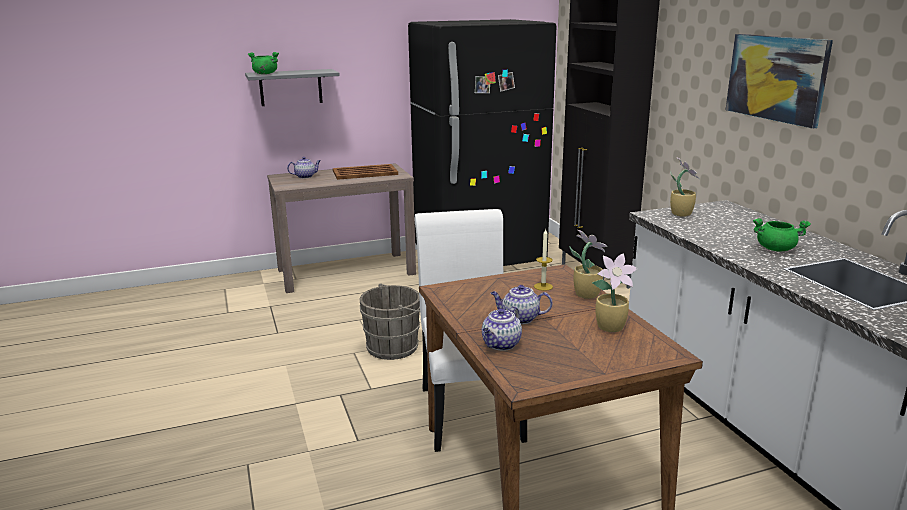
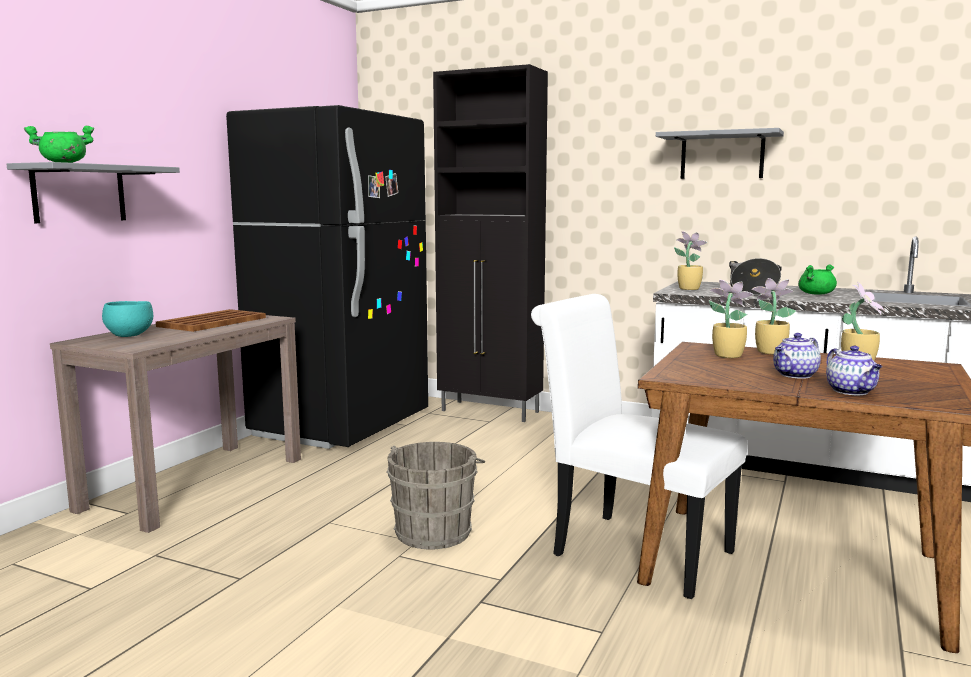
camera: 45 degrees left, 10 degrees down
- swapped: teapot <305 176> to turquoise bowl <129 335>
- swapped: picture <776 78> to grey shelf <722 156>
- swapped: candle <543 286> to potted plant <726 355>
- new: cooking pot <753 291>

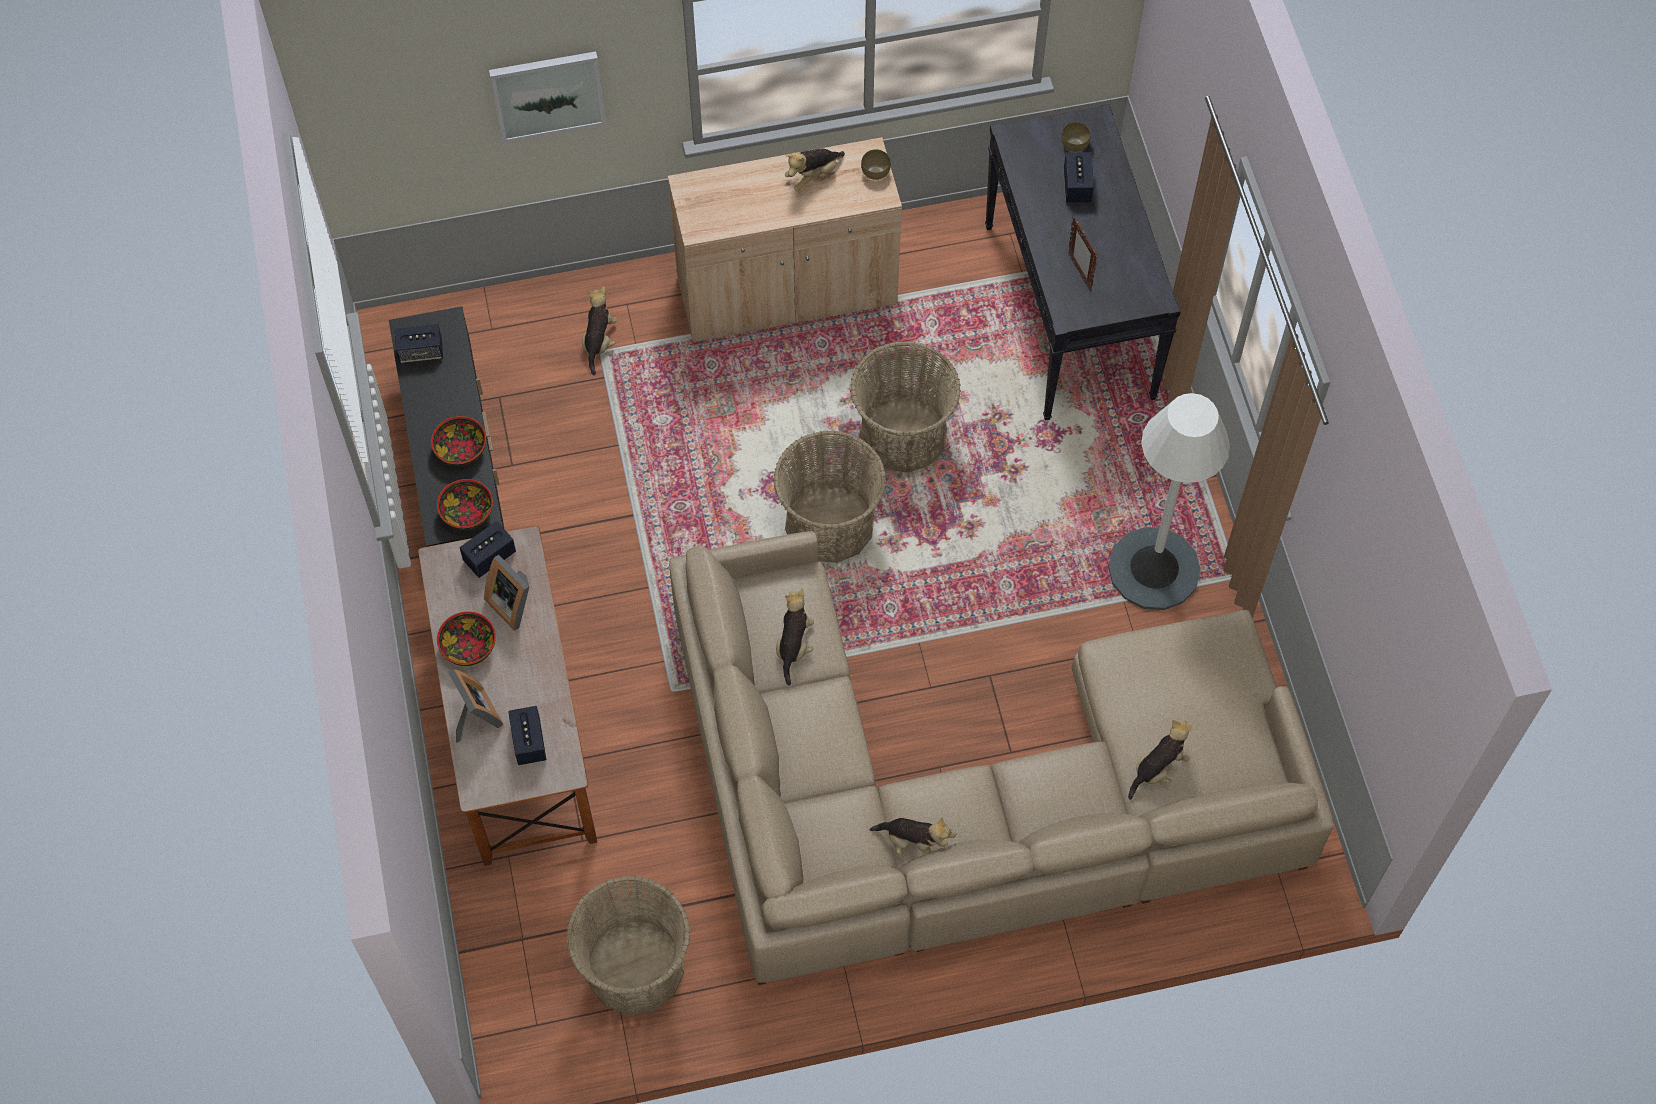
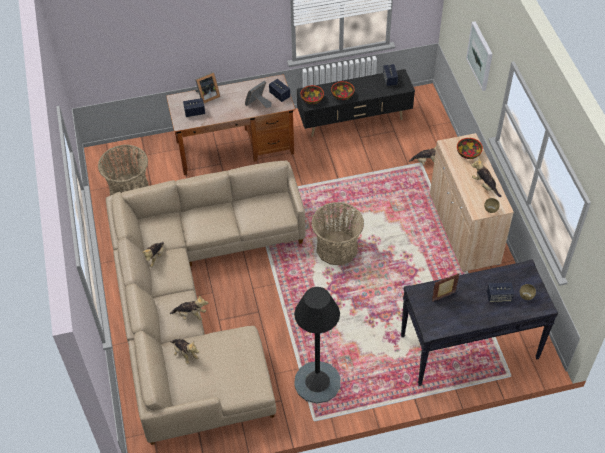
camera: 90 degrees right, 10 degrees down
- shifted: plush toy <794 645> to <191 315>
- repainted: white floor lamp <1154 569> to black floor lamp <317 382>
- shifted: bowl <469 647> to <468 153>
- gone: basket <903 434>

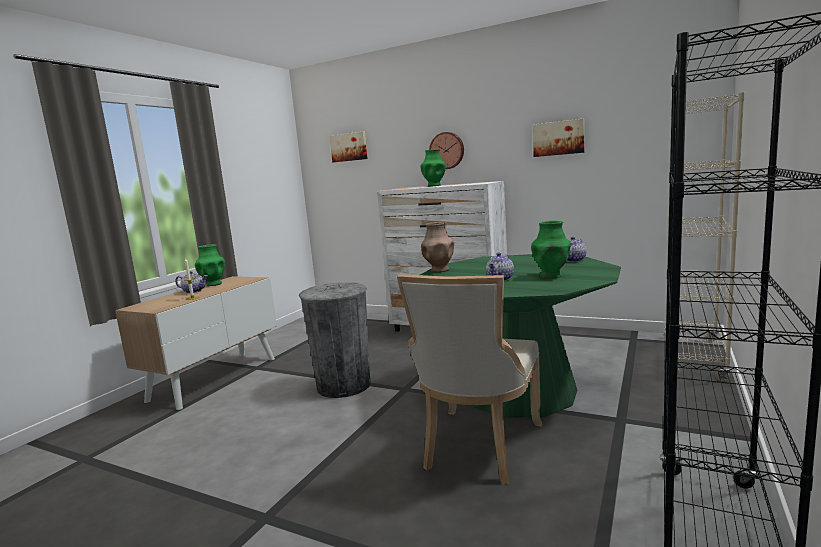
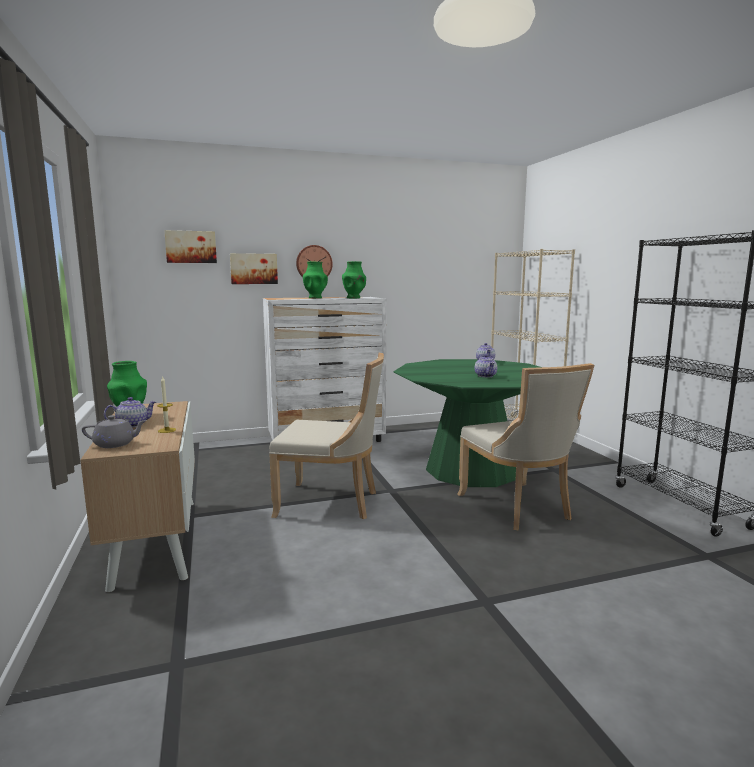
camera: 45 degrees left, 0 degrees up
- new: grey teapot <115 444>
- shifted: picture <558 138> to <253 269>
- swapped: grey trash can <343 385> to beige chair <331 503>
- shifted: green vase <551 276> to <354 298>
- gone: brown vase <439 270>

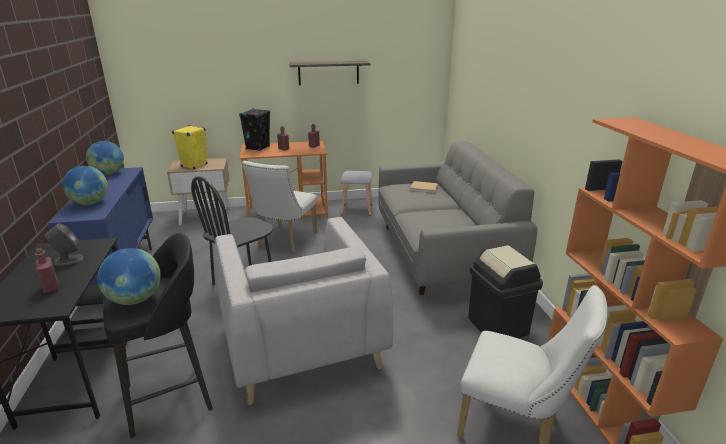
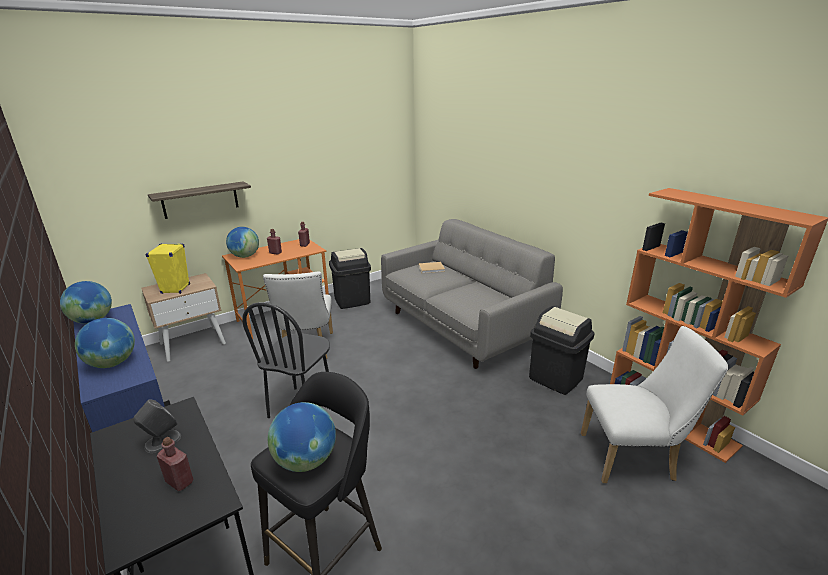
camera: 25 degrees left, 0 degrees up
- shifted: shelf <328 73> to <200 200>
- swapped: black speaker <258 148> to globe <245 256>
- swapped: grey stool <356 209> to black trash can <352 301>
- gone: grey armchair <302 346>

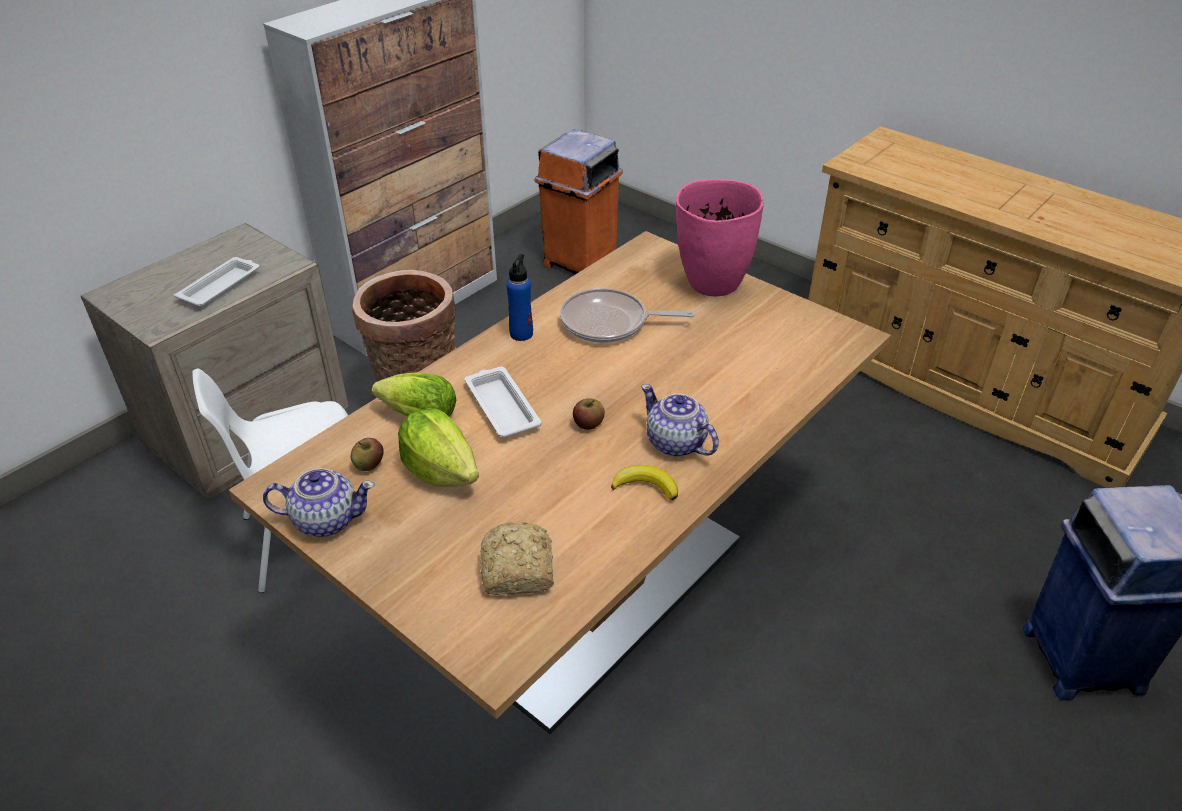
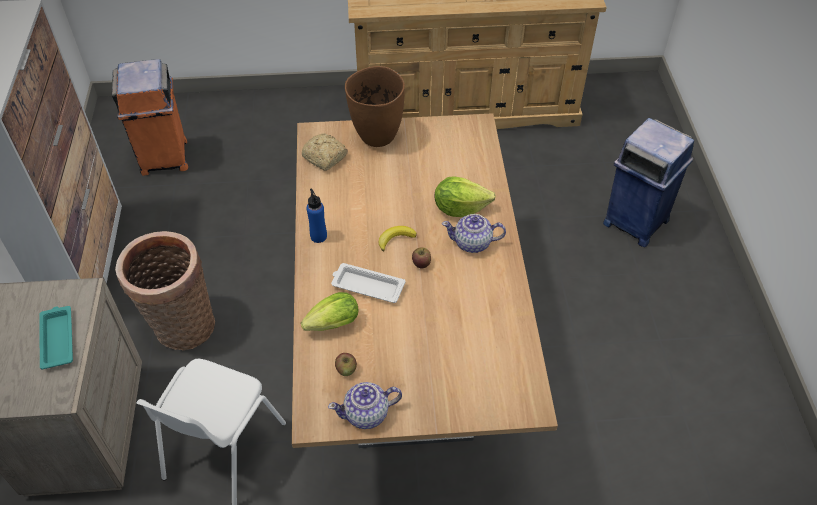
camera: 45 degrees left, 10 degrees up
- repainted: white tray <221 286> to turquoise tray <58 339>
- shifted: bread <516 571> to <325 158>
- rotated: teapot <325 519> = <367 414> 150 degrees counterclockwise
- repainted: pink vase <712 284> to brown vase <377 137>
- shifted: banana <645 486> to <395 239>
- shifted: lettuce <440 470> to <460 208>
- gone: frying pan <609 323>

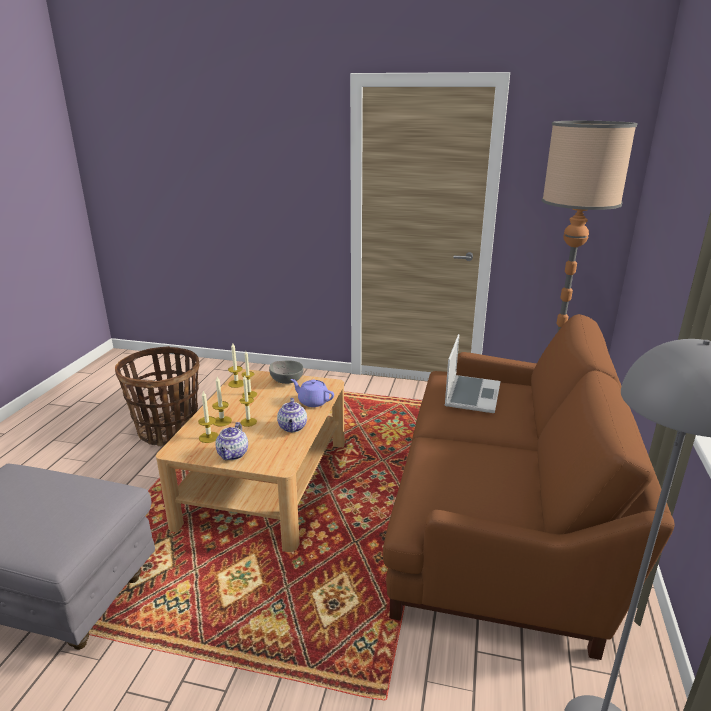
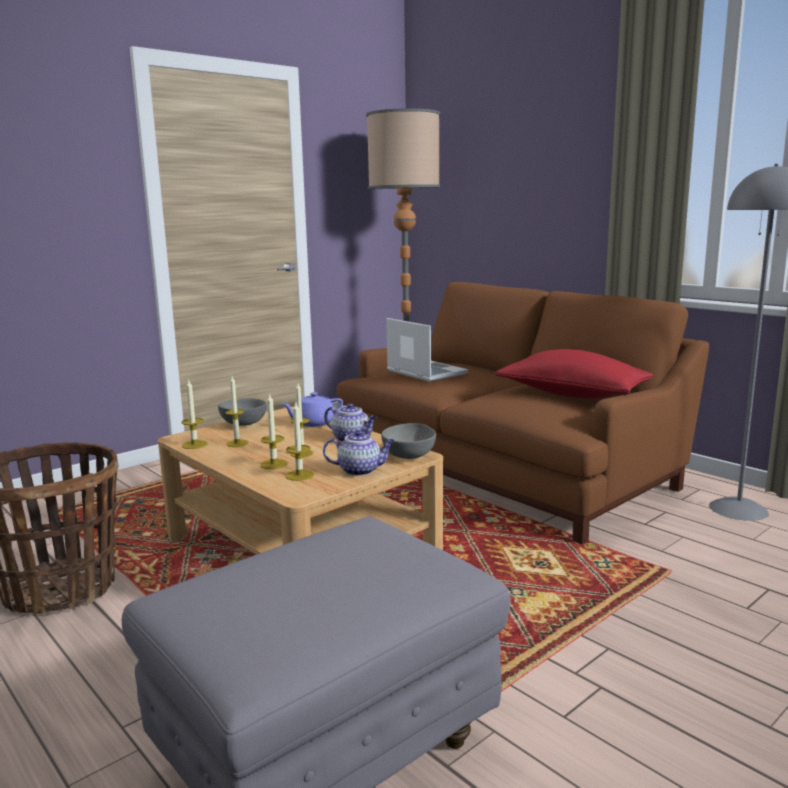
camera: 55 degrees left, 10 degrees down
- rotated: teapot <233 455> = <360 470> 45 degrees counterclockwise
- new: grey bowl <410 456>
- new: red pillow <572 394>

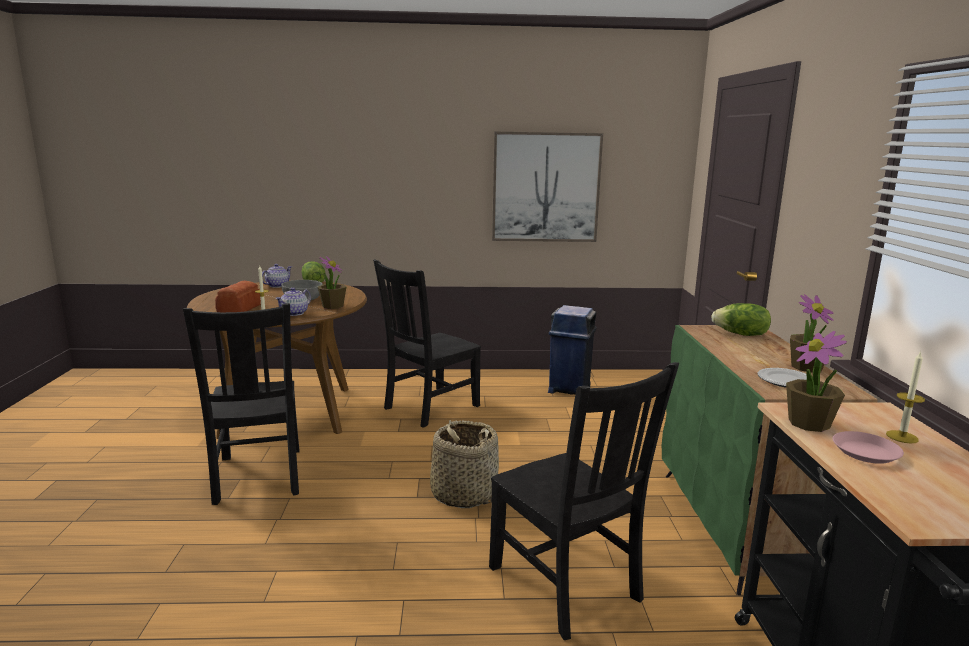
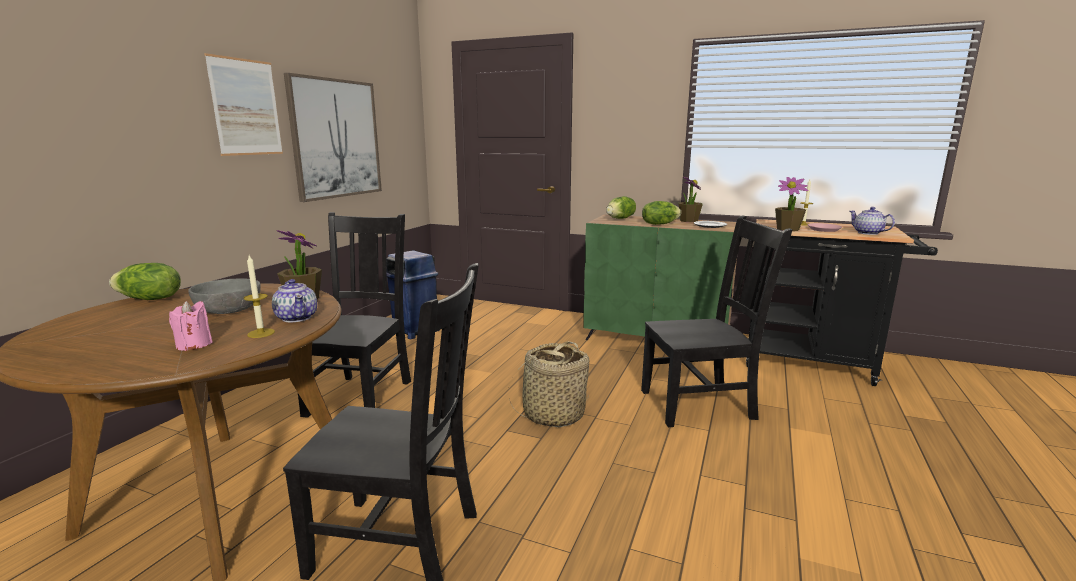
camera: 65 degrees left, 0 degrees up
- swapped: bread <240 308> to pink candle <194 345>
- new: picture <246 107>
- rotated: black chair <429 408> = <362 396> 150 degrees counterclockwise
- new: lettuce <659 224>
- shifted: teapot <277 285> to <868 233>

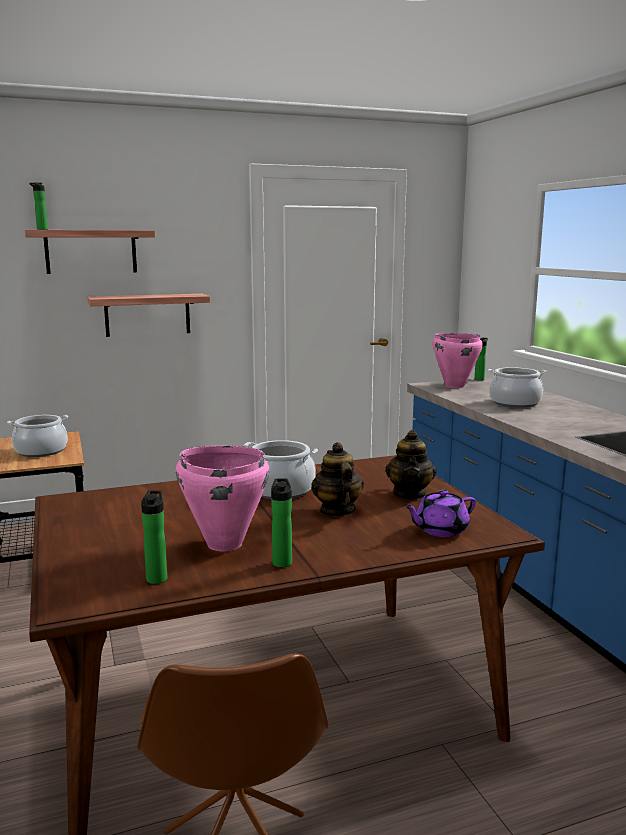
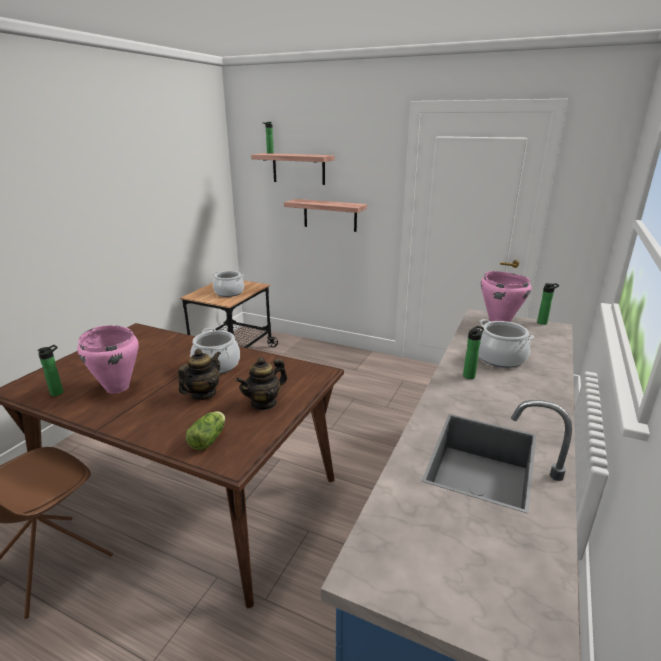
camera: 45 degrees right, 10 degrees up
- swapped: purple teapot <440 530> to lettuce <209 438>
- shifted: bottle <282 561> to <470 375>

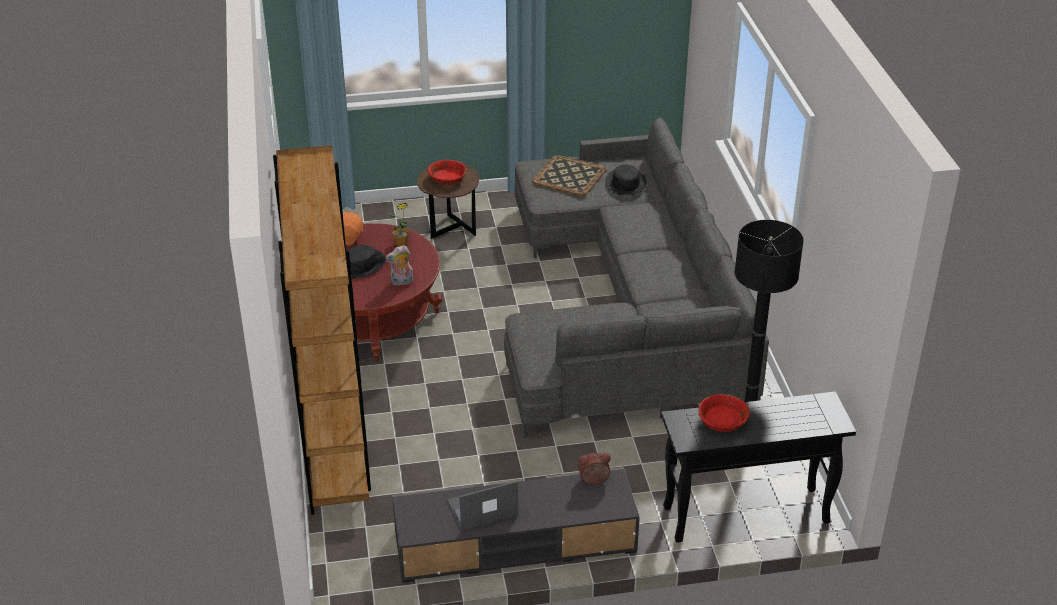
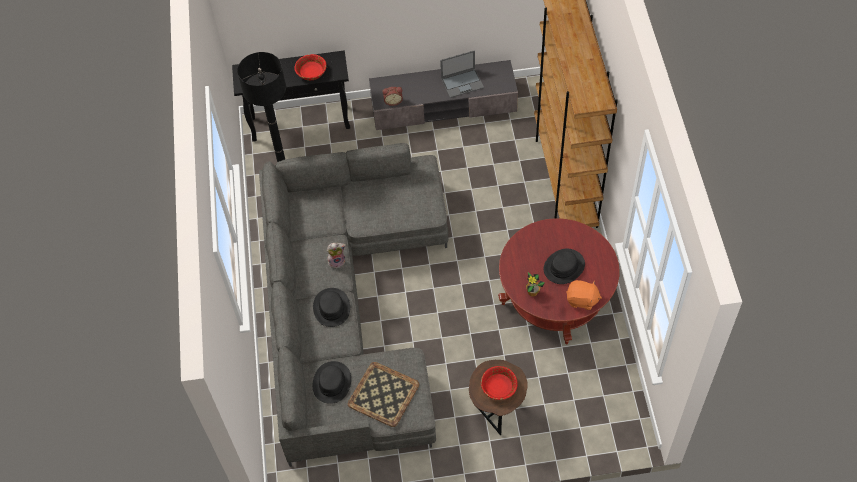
camera: 175 degrees left, 20 degrees up
- new: black hat <332 308>
- shifted: plush toy <401 282> to <337 261>

